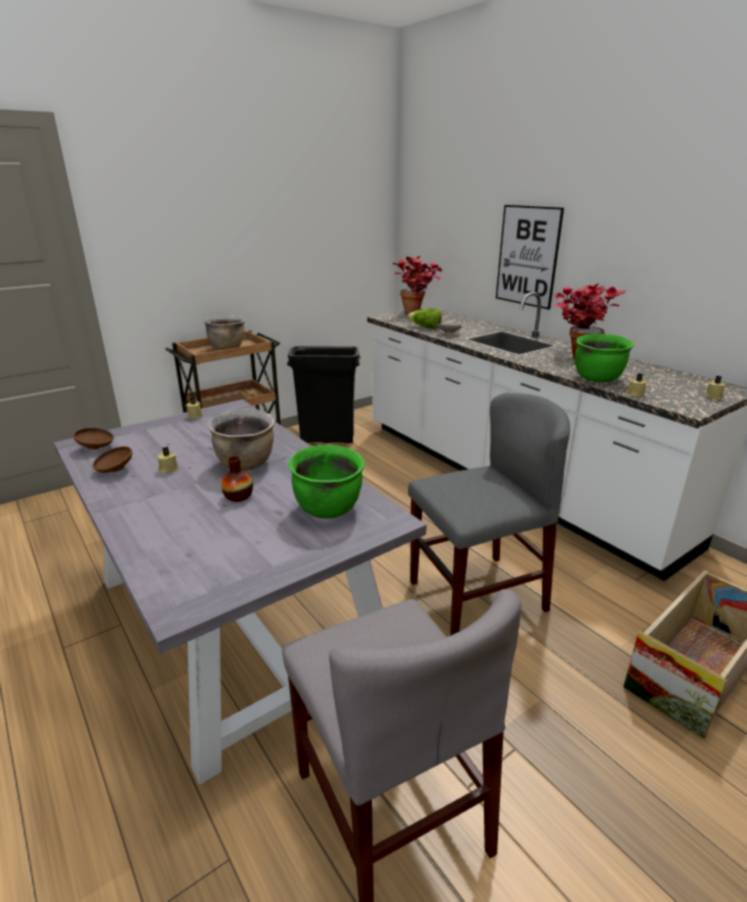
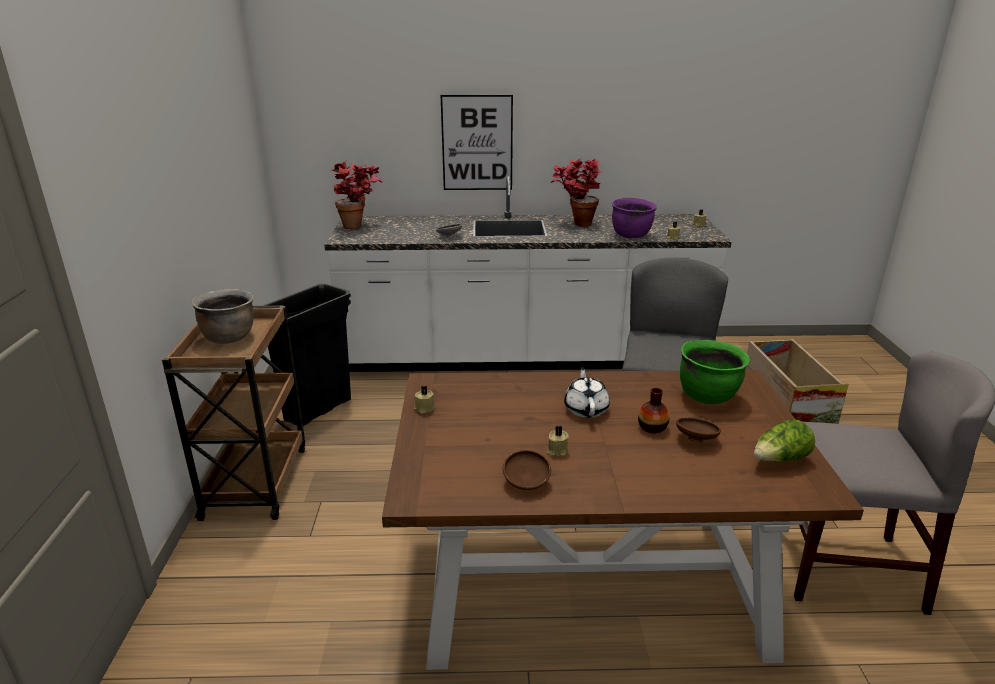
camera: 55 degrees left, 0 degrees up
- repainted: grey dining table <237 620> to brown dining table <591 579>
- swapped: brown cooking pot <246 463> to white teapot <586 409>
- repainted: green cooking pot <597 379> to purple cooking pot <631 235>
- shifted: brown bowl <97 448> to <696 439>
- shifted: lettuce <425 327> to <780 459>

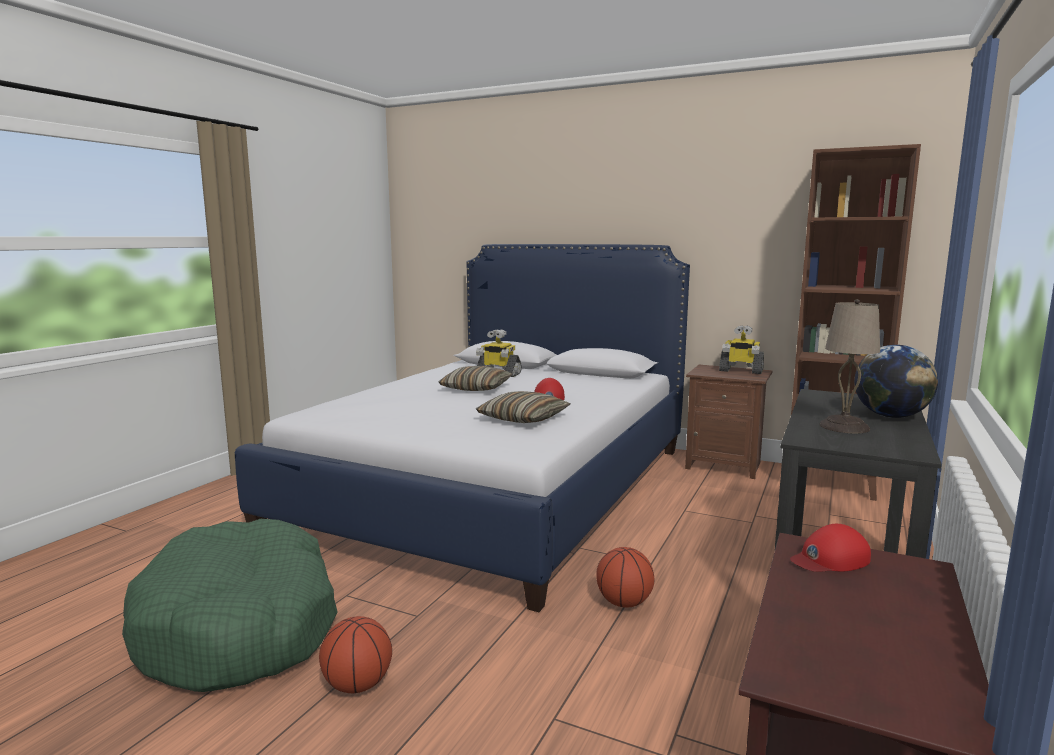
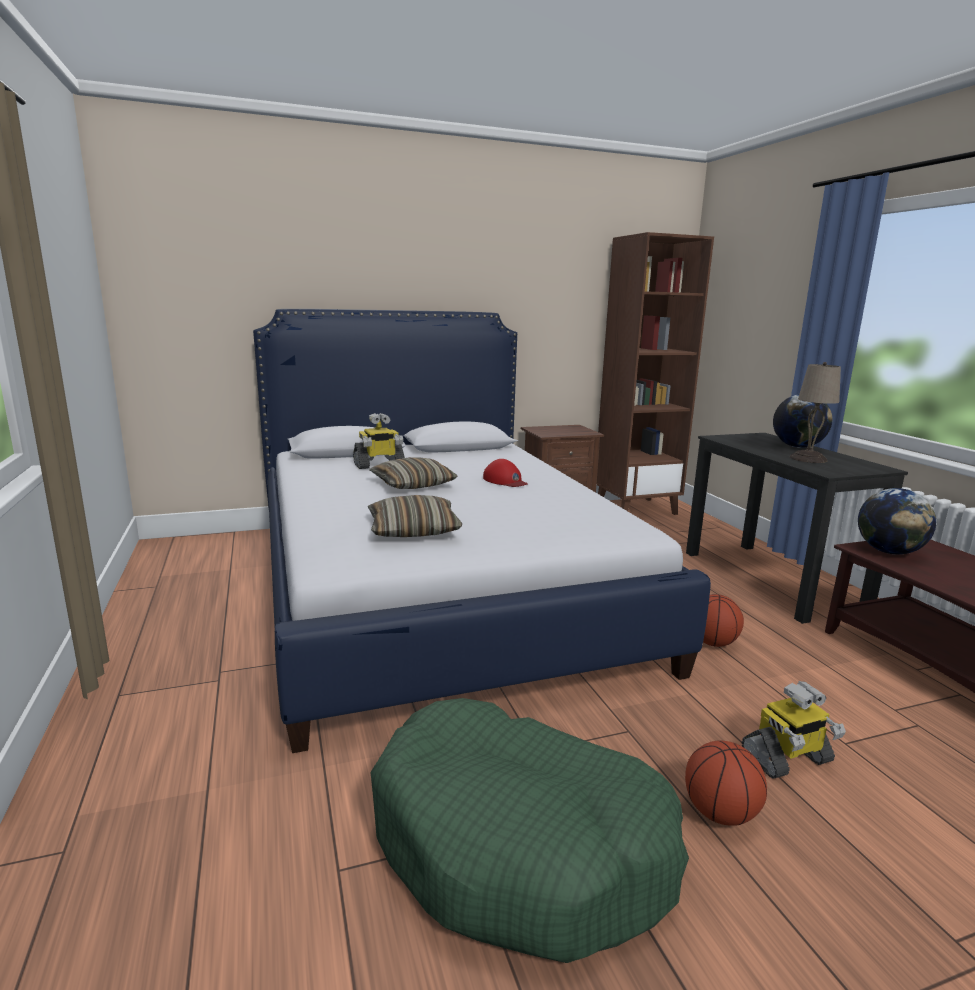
camera: 45 degrees left, 5 degrees up
- shifted: pillow <523 419> to <413 530>
- shifted: toy robot <740 371> to <787 759>
- swapped: red cap <829 559> to globe <889 552>

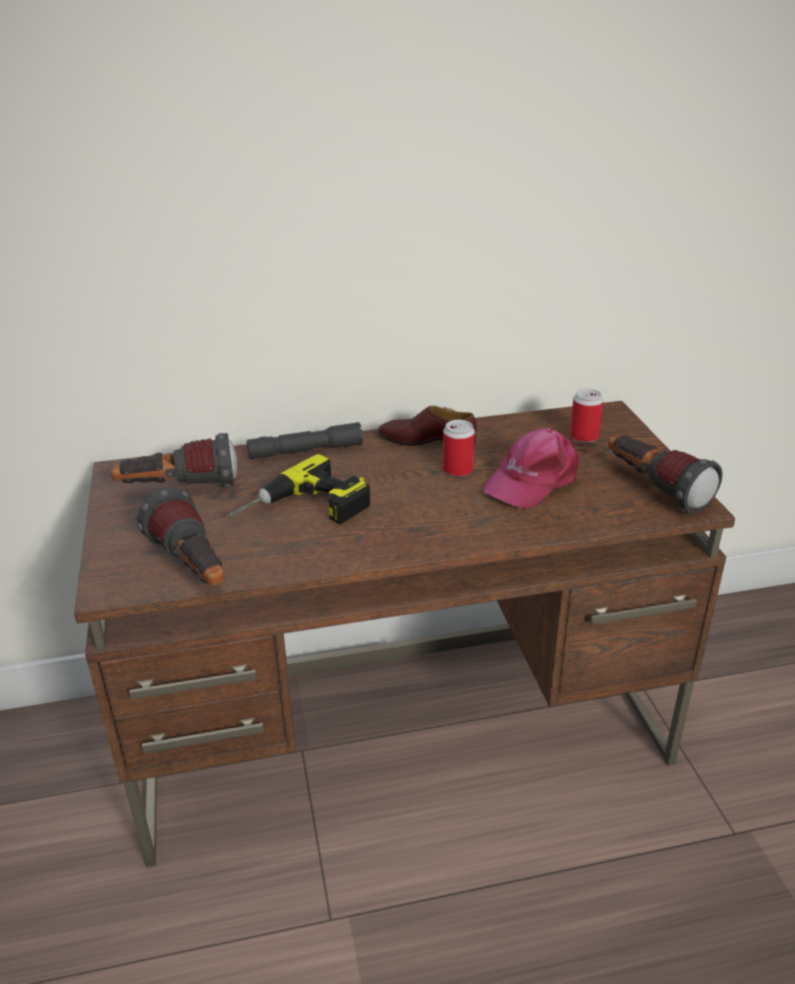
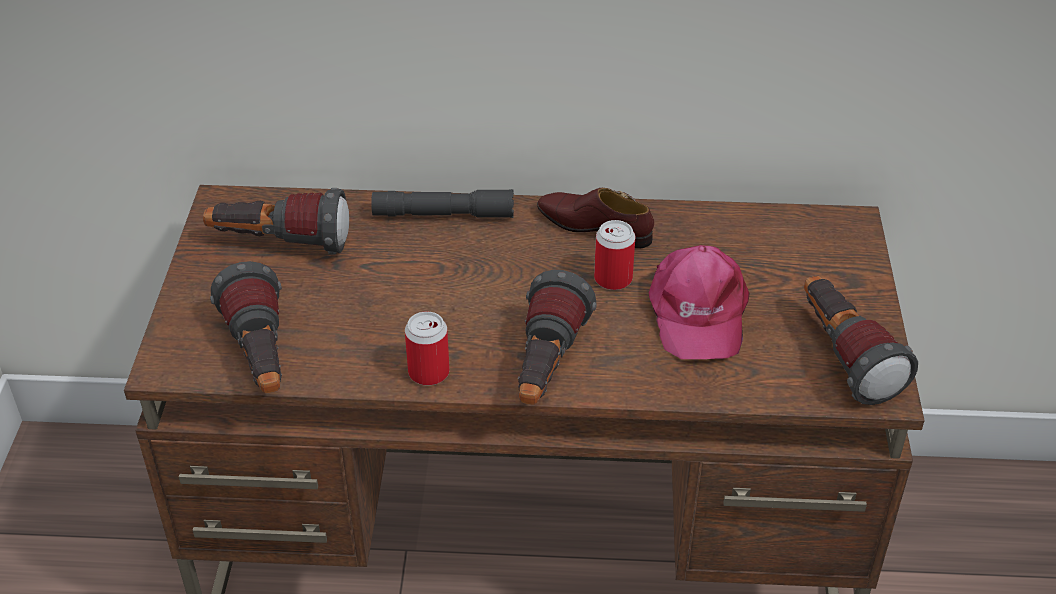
camera: 15 degrees right, 10 degrees up
- shifted: can <584 436> to <429 372>
- new: flashlight <546 368>
- rotated: pink cap <532 480> = <697 313> 60 degrees counterclockwise
- gone: power drill <303 510>

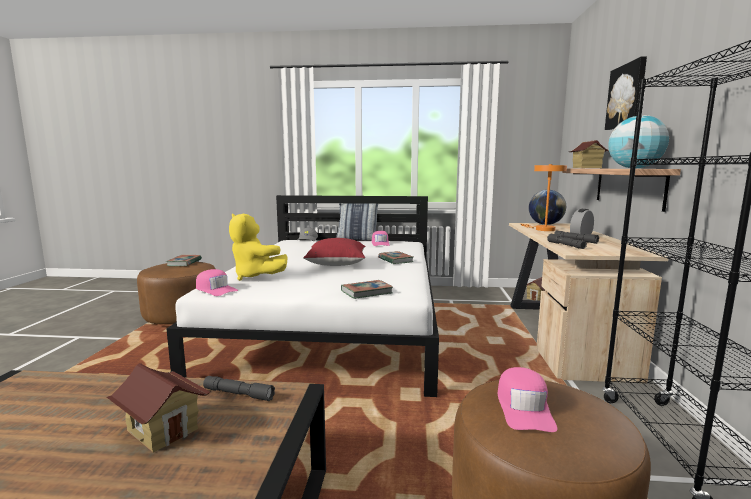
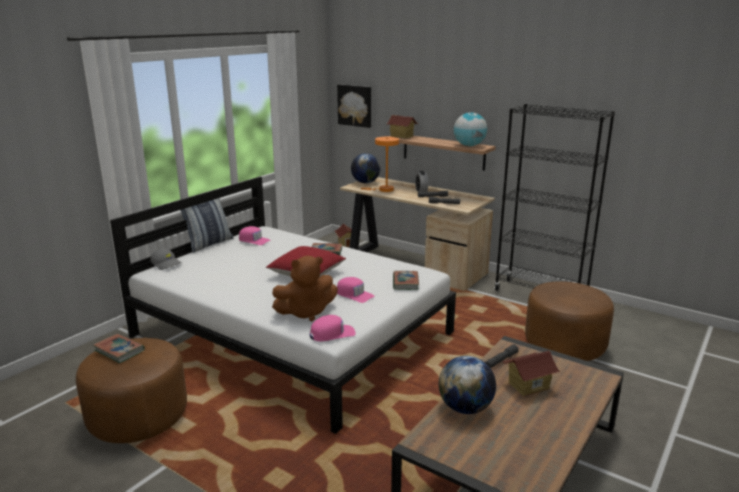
camera: 60 degrees left, 10 degrees up
- repainted: yellow plush toy <255 276> to brown plush toy <306 312>
- shifted: picture <627 96> to <355 105>
- shifted: pink cap <524 408> to <354 294>
- new: globe <465 408>

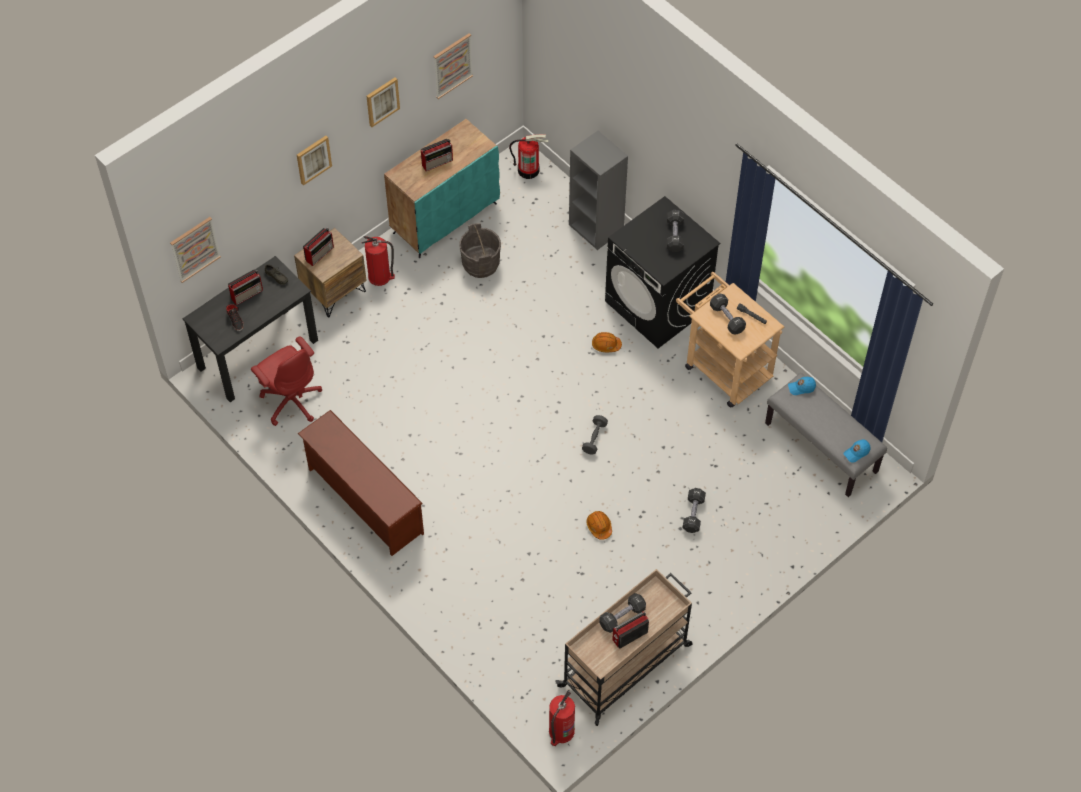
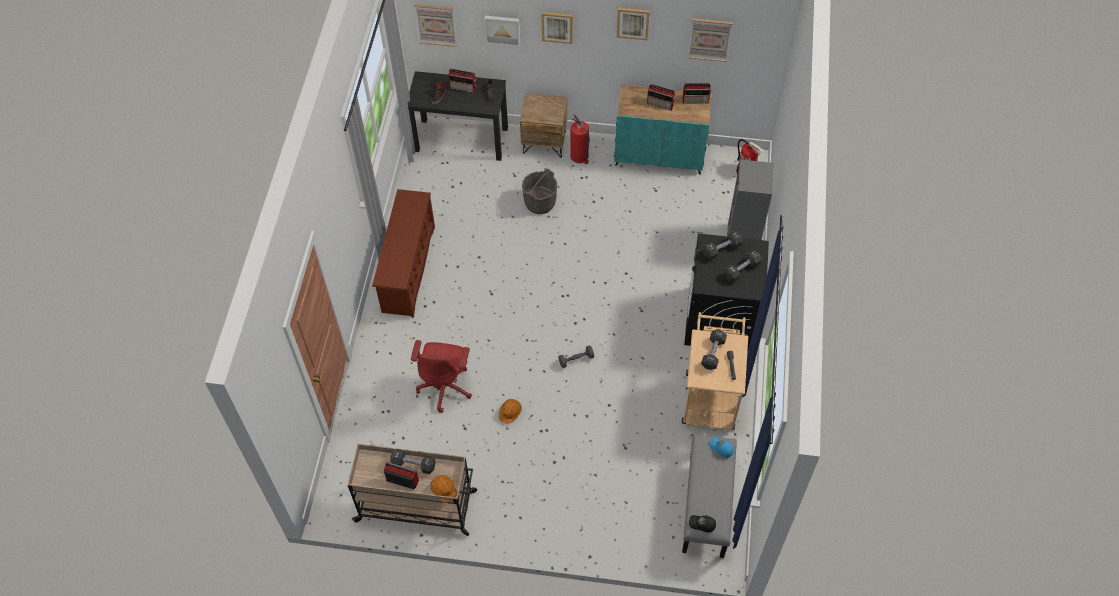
camera: 50 degrees right, 0 degrees up
- shifted: red office chair <291 400> to <445 386>
- shifted: orange hard hat <606 345> to <443 489>
- new: picture <502 29>
- shifted: grey bucket <480 264> to <540 202>
- shifted: radio <320 253> to <696 100>
- repainted: blue cap <856 452> to black cap <702 524>
- shifted: black dumbbell <693 514> to <722 249>
- gone: fire extinguisher <561 732>

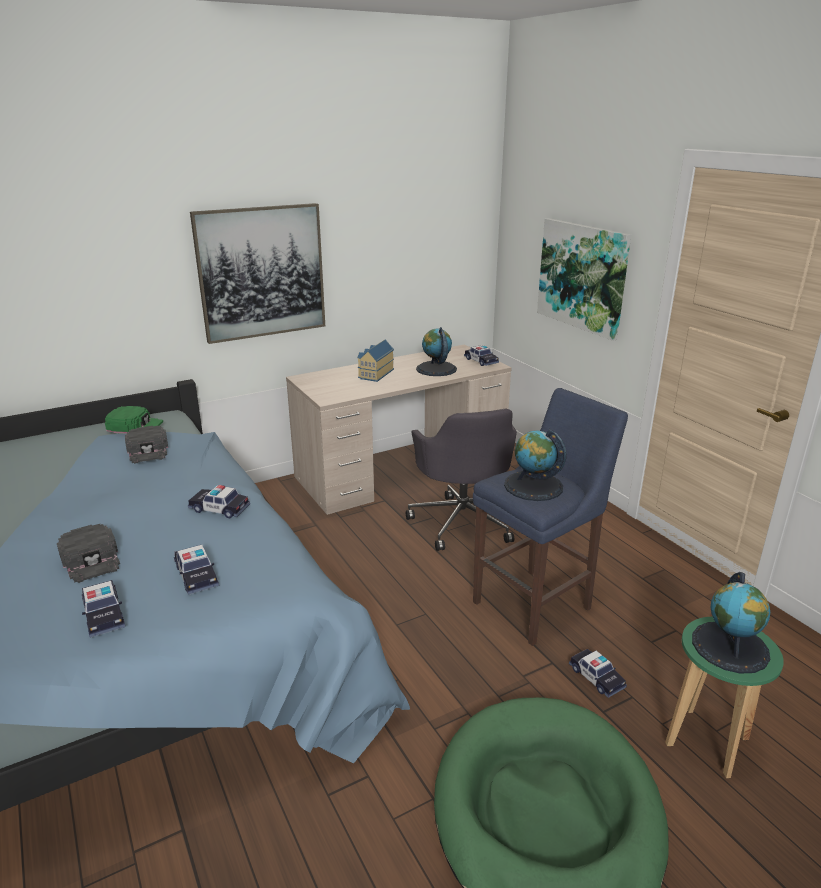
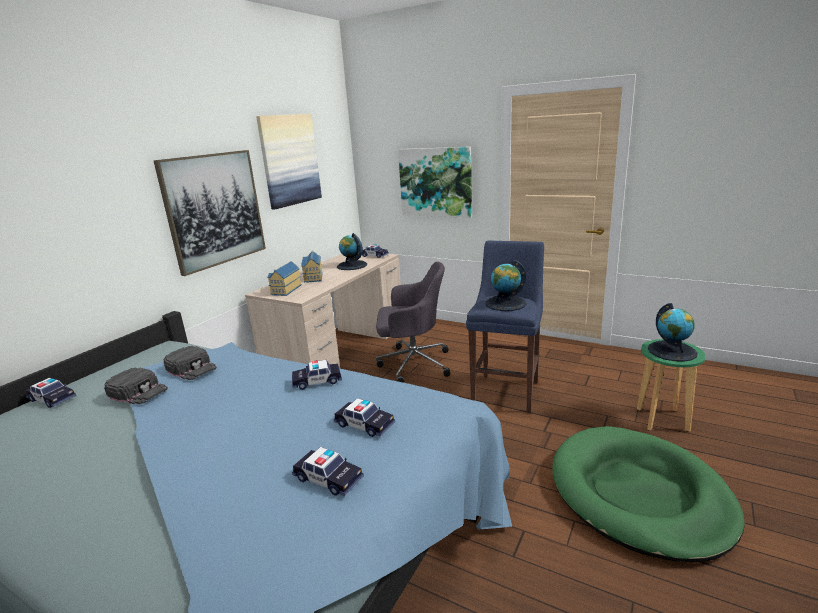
camera: 30 degrees left, 5 degrees down
- shifted: toy car <596 677> to <52 399>
- shifted: black cap <91 559> to <138 391>
- new: picture <289 160>
- new: toy house <285 290>
- rotated: grey office chair <462 520> = <412 363> 45 degrees counterclockwise
- gone: green cap <135 425>

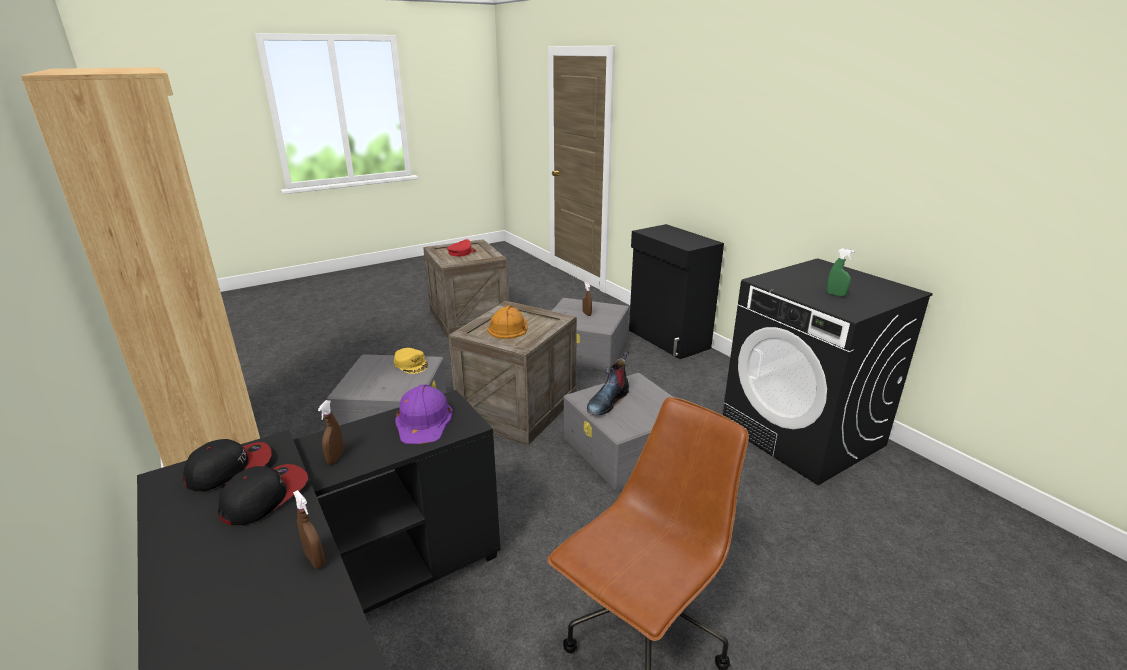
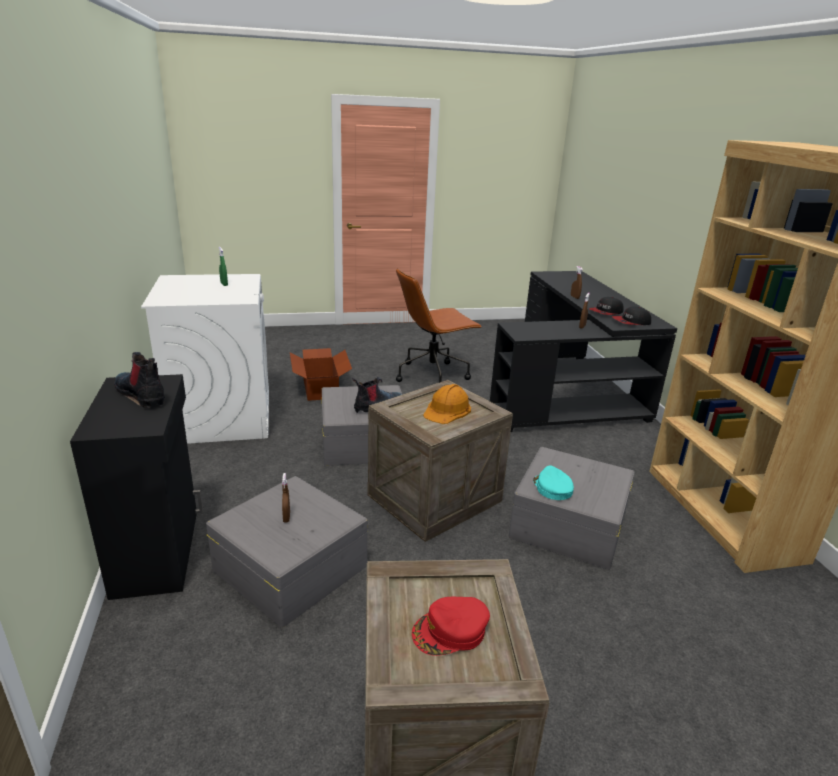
camera: 160 degrees left, 0 degrees up
- new: boot <142 395>
- repainted: black washing machine <802 435> to white washing machine <222 416>
- new: cardboard box <321 388>
- repainted: yellow cap <411 364> to turquoise cap <552 488>
- gone: purple hard hat <424 421>

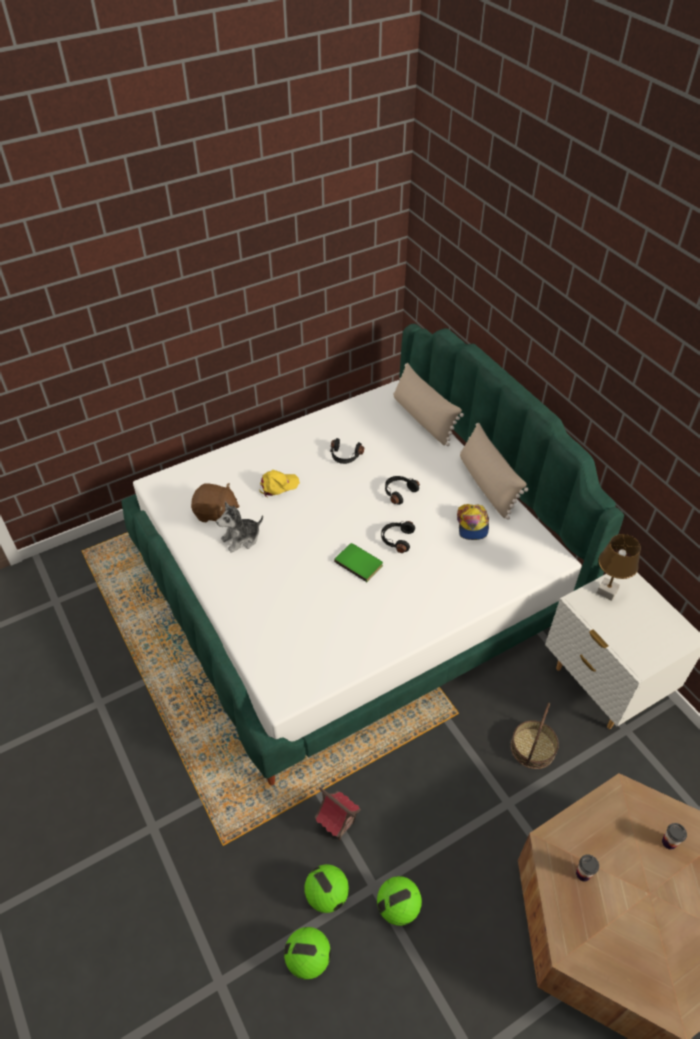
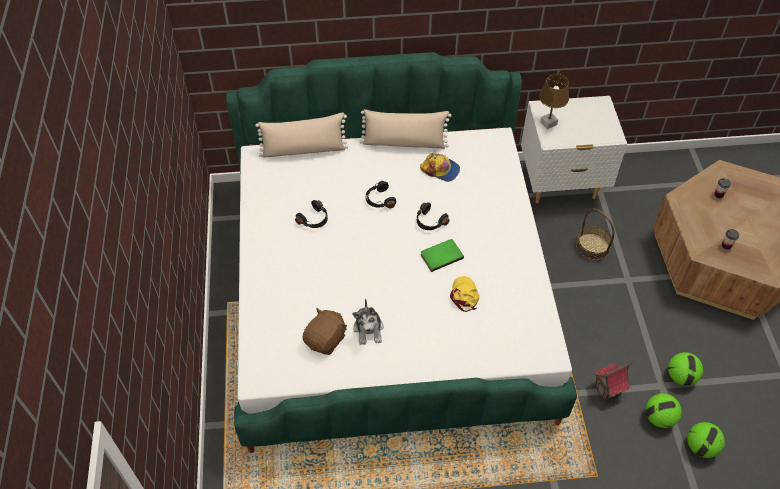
camera: 65 degrees left, 5 degrees up
- shifted: yellow cap <278 486> to <464 295>

